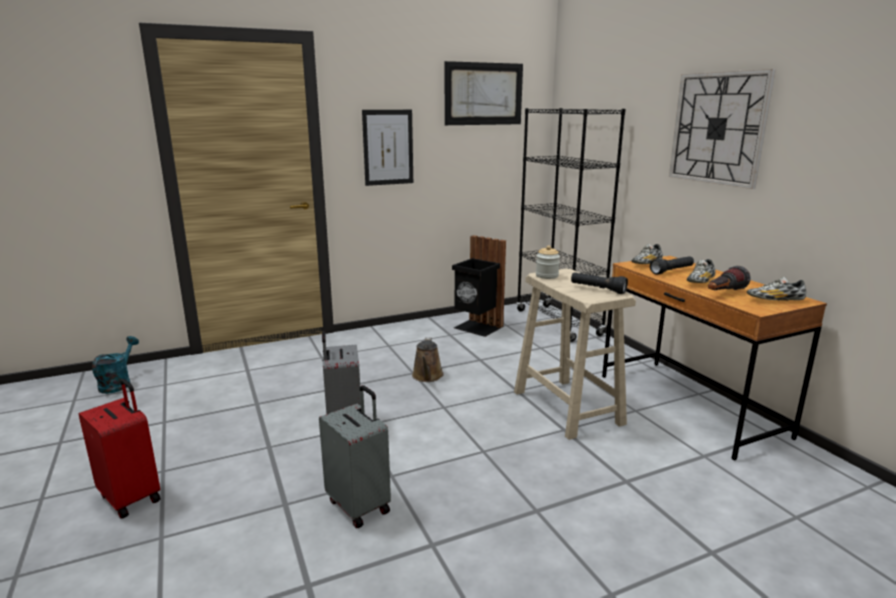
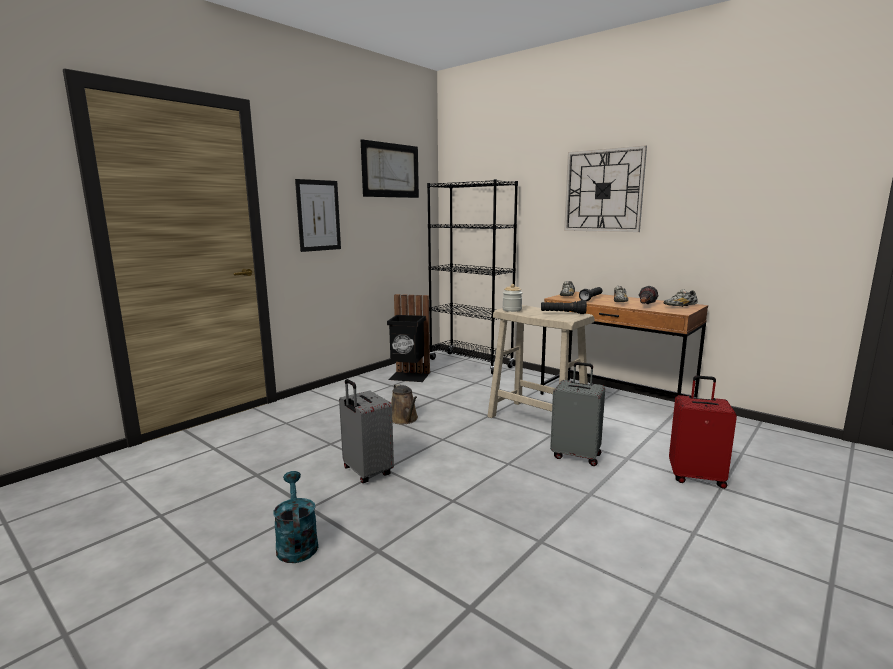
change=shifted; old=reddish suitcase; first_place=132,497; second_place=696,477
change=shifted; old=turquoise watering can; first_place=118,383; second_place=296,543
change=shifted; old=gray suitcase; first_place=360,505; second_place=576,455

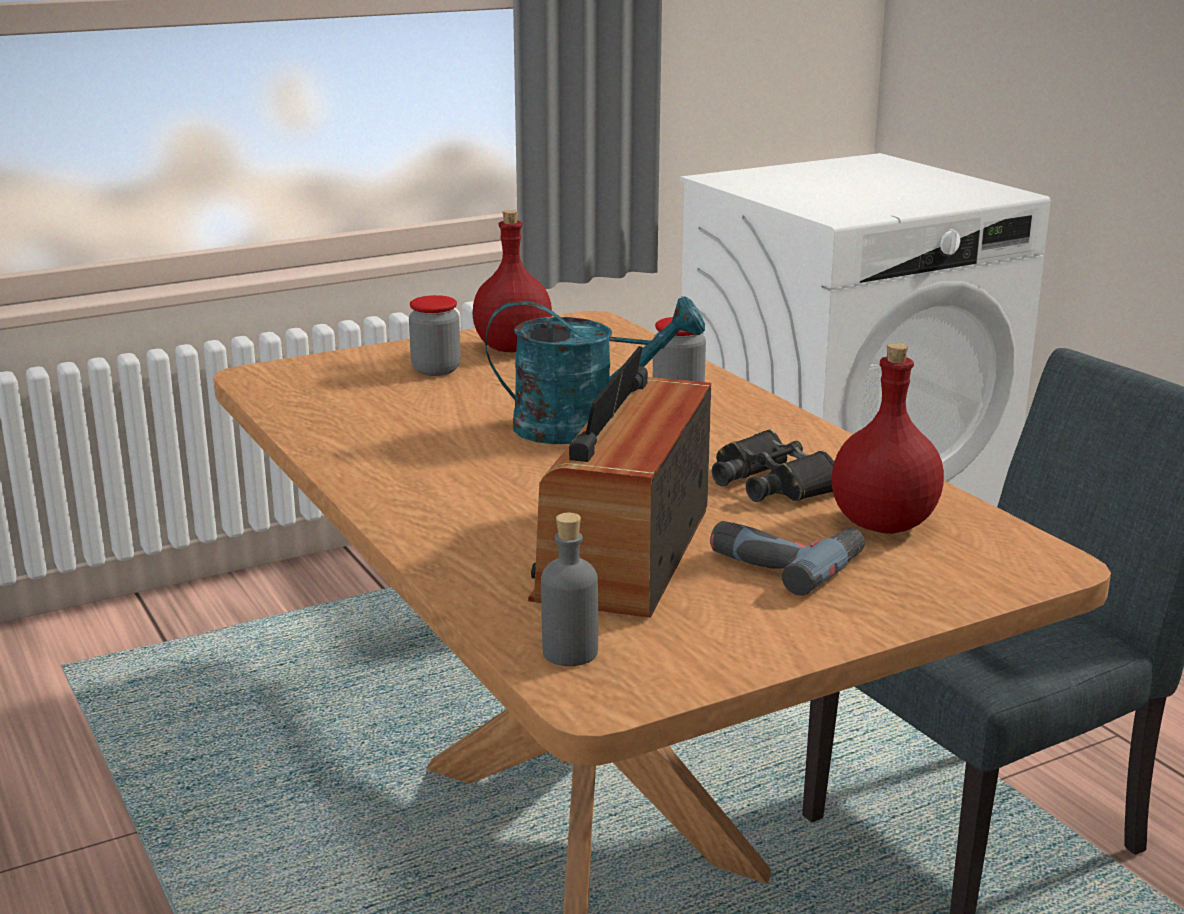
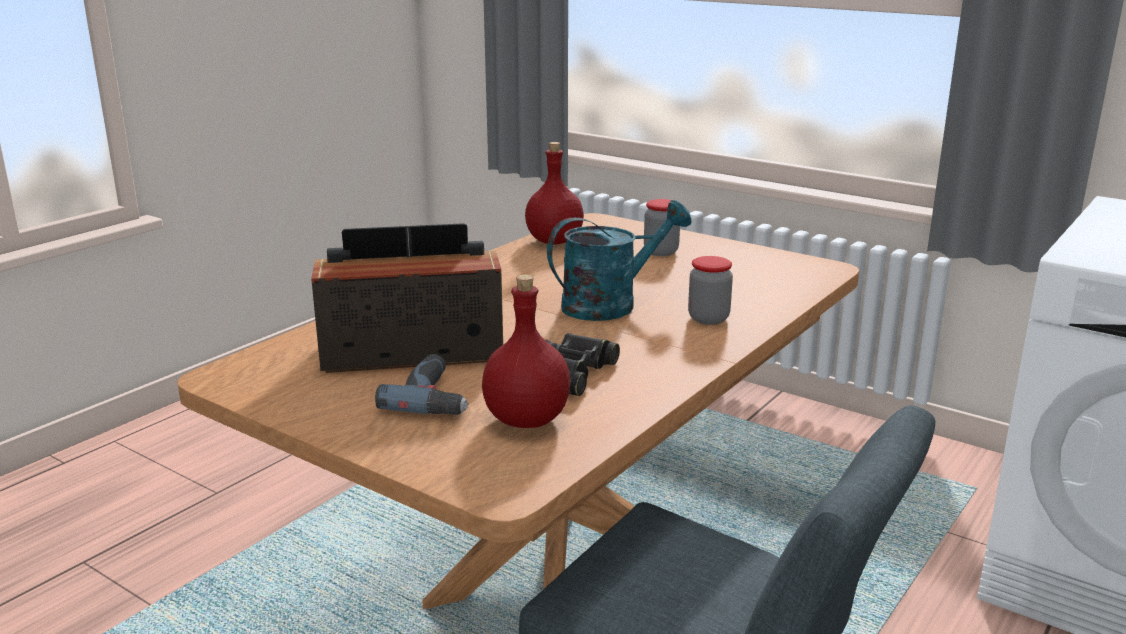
change=gone; old=gray bottle; first_place=570,652
change=shifted; old=reddish bottle; first_place=513,347; second_place=555,241
change=rotated; old=turquoise watering can; first_place=583,426; second_place=610,304; degrees=-90

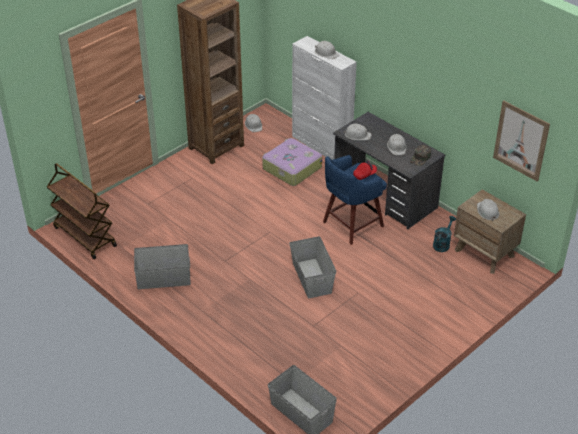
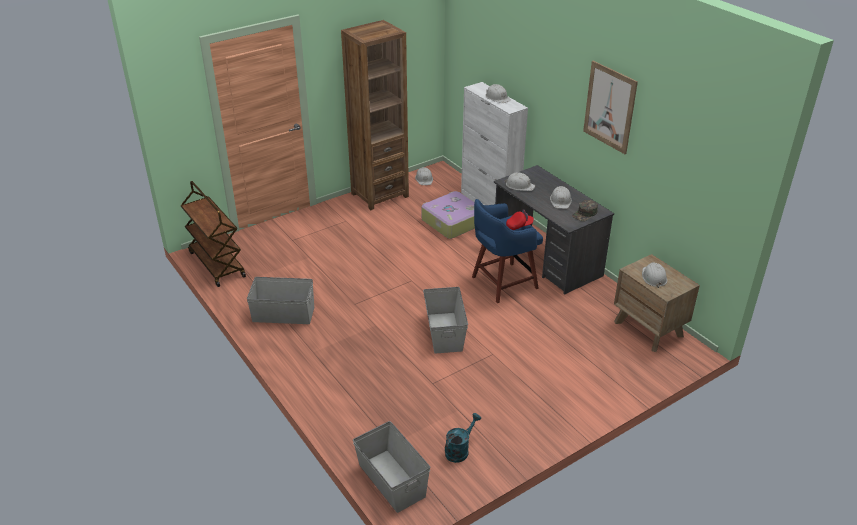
change=shifted; old=turquoise watering can; first_place=442,243; second_place=459,450
change=shifted; old=wall art; first_place=521,140; second_place=609,107

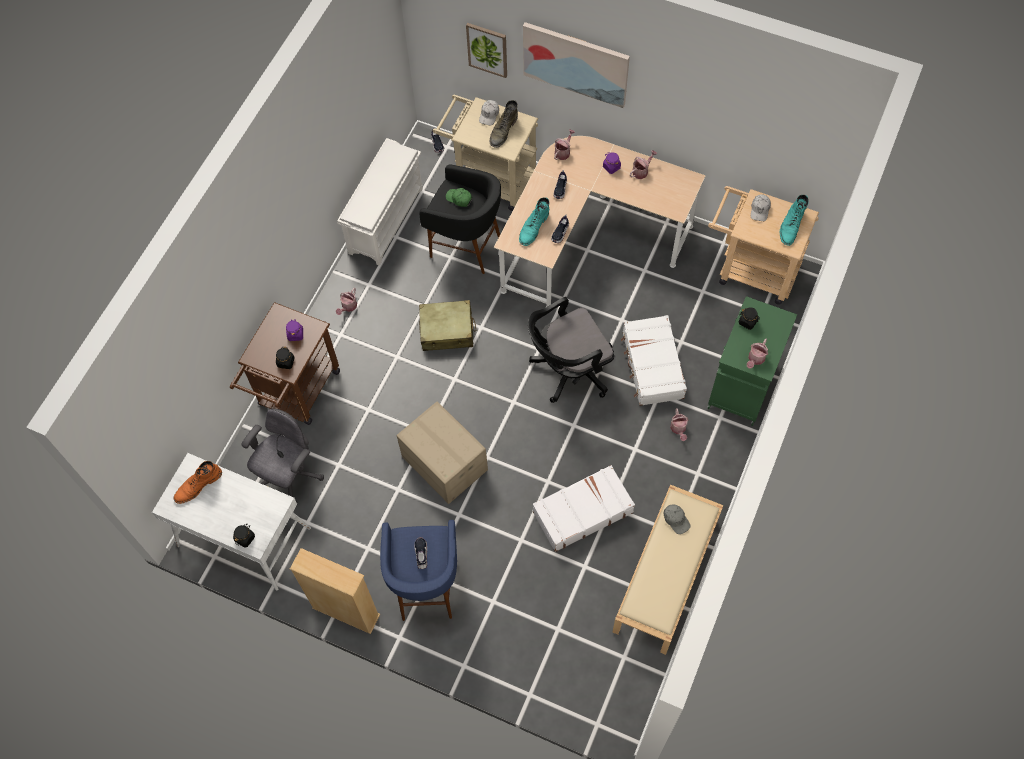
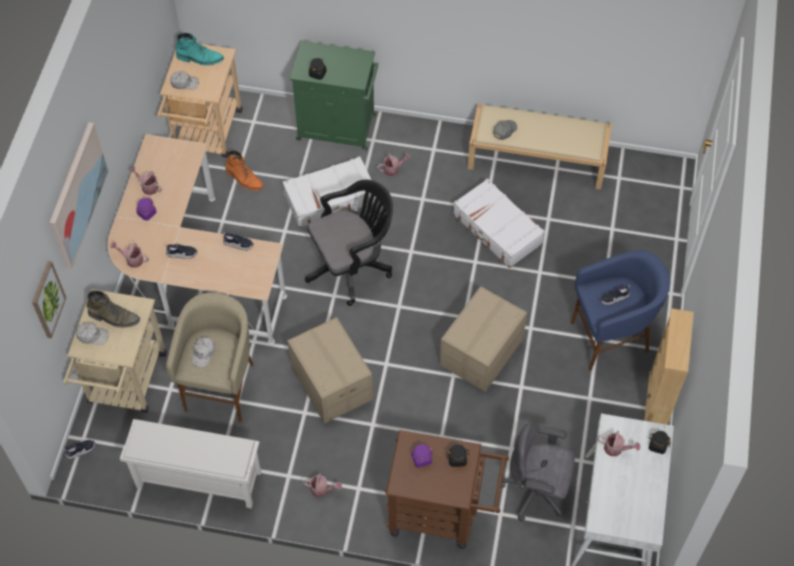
change=gone; old=turquoise tall boot; first_place=533,228
change=shifted; old=orangey tall boot; first_place=198,485; second_place=244,179
change=shifted; old=watering can; first_place=755,359; second_place=616,449
change=swapped; old=sand-coloured suitcase; new=carton; first_place=447,331; second_place=331,383
change=repainted; old=blackish sitting stool; new=sand-coloured sitting stool; first_place=467,247; second_place=221,387
change=repainted; old=green-coloured baseball cap; new=white baseball cap; first_place=459,199; second_place=203,354
change=rotated; old=blackish computer chair; first_place=568,370; second_place=352,266; degrees=-75

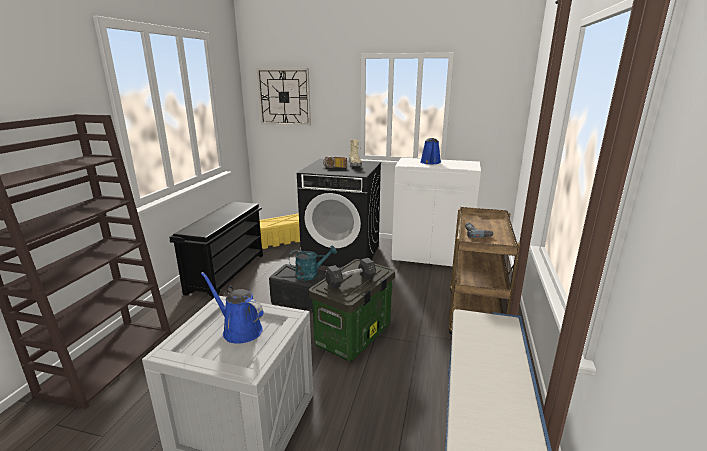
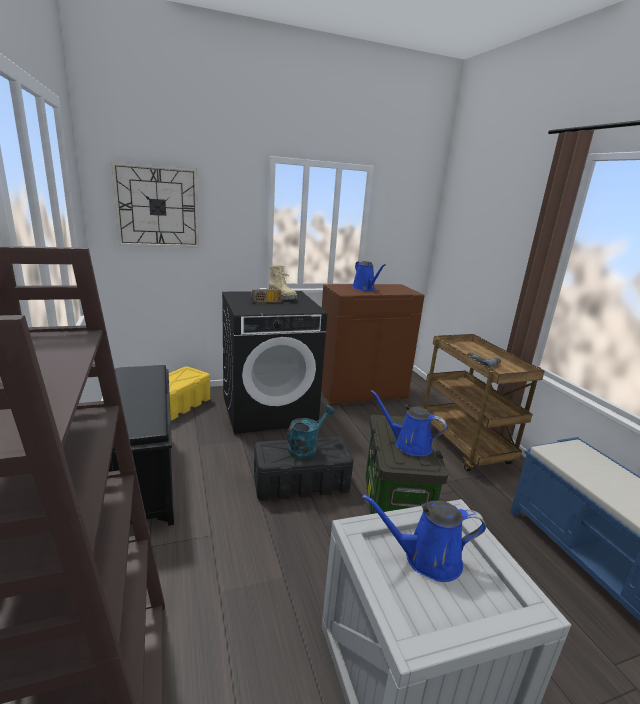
change=swapped; old=gray dumbbell; new=blue-coloured watering can; first_place=350,281; second_place=409,444
change=repainted; old=white storage cabinet; new=brown storage cabinet; first_place=431,256; second_place=361,391

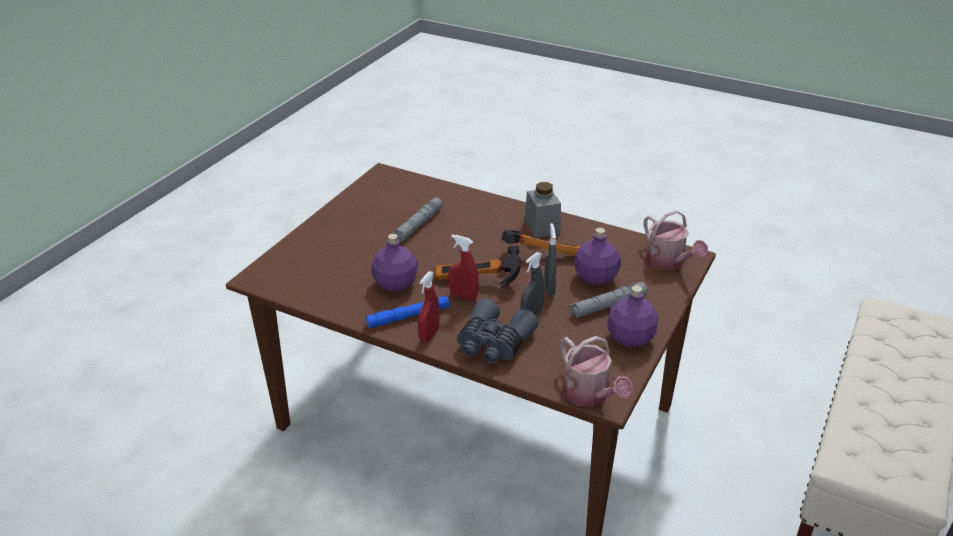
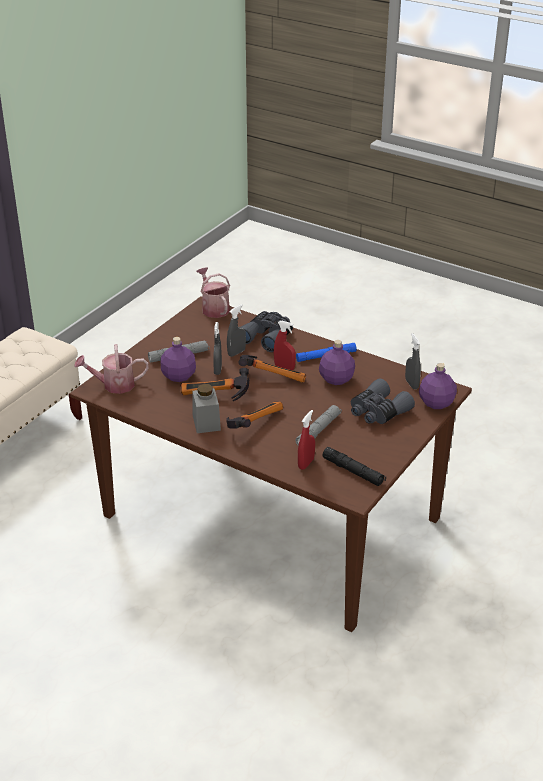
change=new; new=hand hammer; second_place=253,424
change=new; new=blackish hand torch; second_place=353,471
change=new; new=gray pair of binoculars; second_place=378,412
change=new; new=gray spray bottle; second_place=411,384
change=shifted; old=reddish spray bottle; first_place=429,335; second_place=306,463
change=shifted; old=purplish bottle; first_place=630,337; second_place=436,403
change=rotated; old=watering can; first_place=669,262; second_place=114,385; degrees=-75

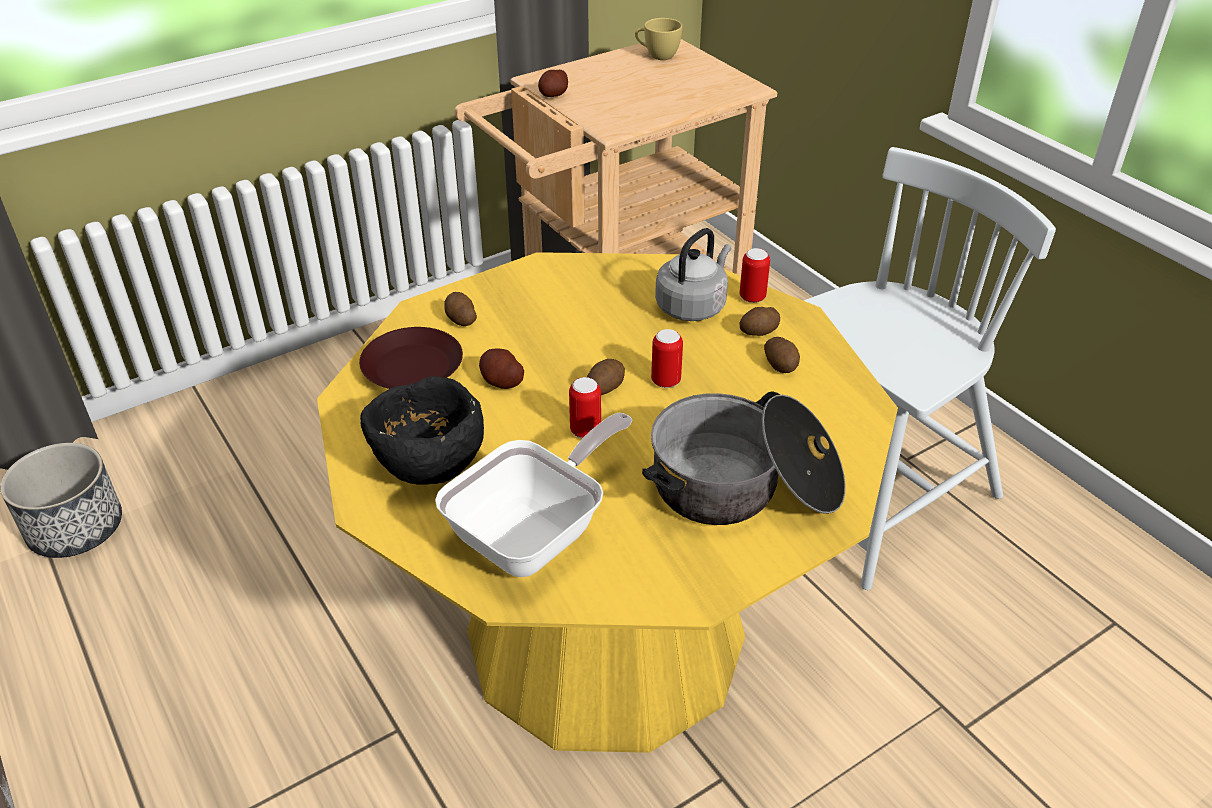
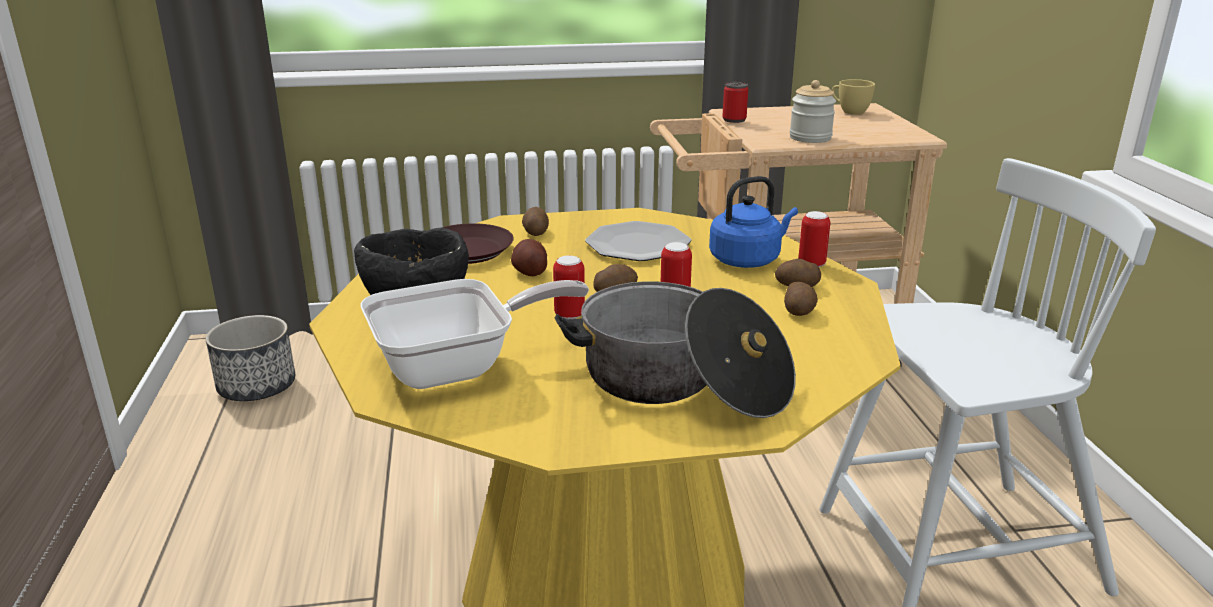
change=new; new=plate; second_place=638,245
change=new; new=storage jar; second_place=810,138
change=swapped; old=spud; new=sealed can; first_place=553,95; second_place=734,120
change=repainted; old=gray tea kettle; new=blue-coloured tea kettle; first_place=693,306; second_place=748,260

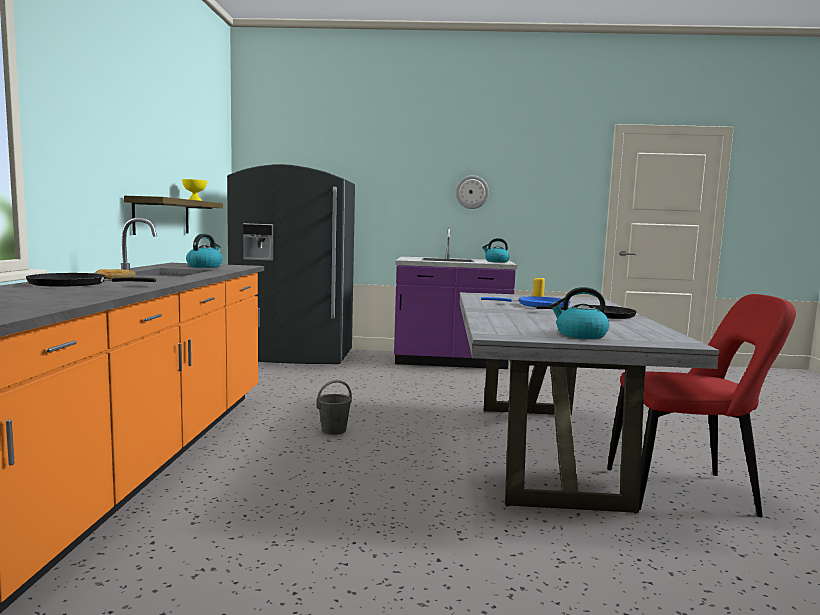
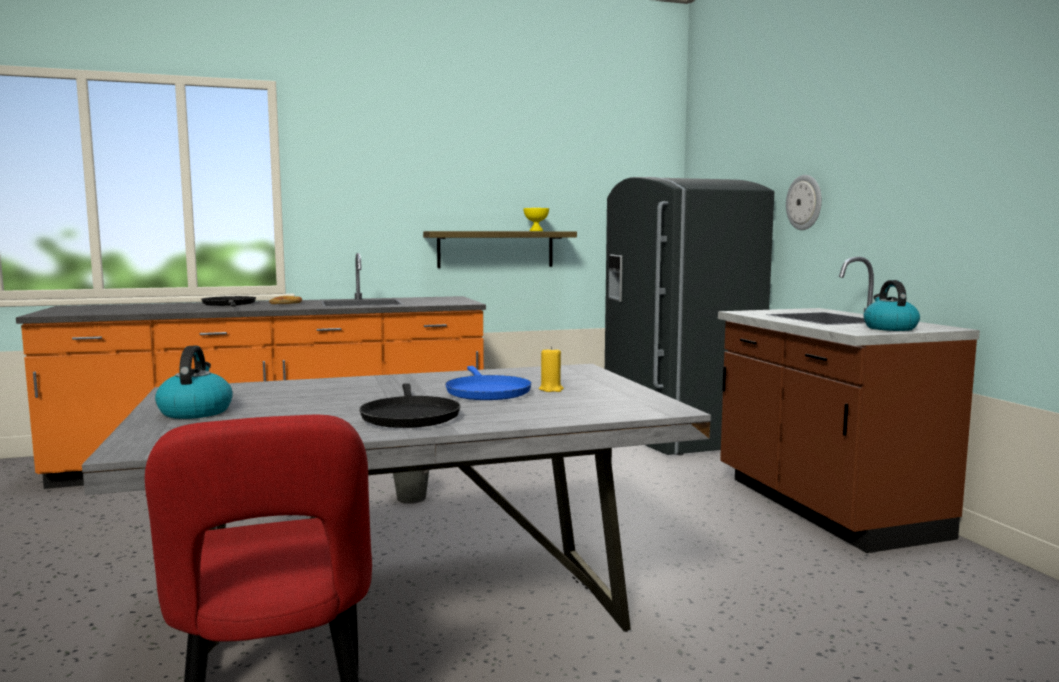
change=gone; old=tea kettle; first_place=205,266
change=shifted; old=clock on the wall; first_place=472,192; second_place=805,202
change=repainted; old=purplish counter; new=brown counter; first_place=450,362; second_place=823,507

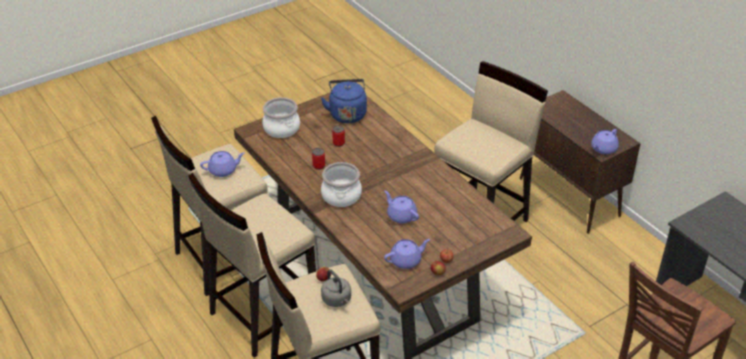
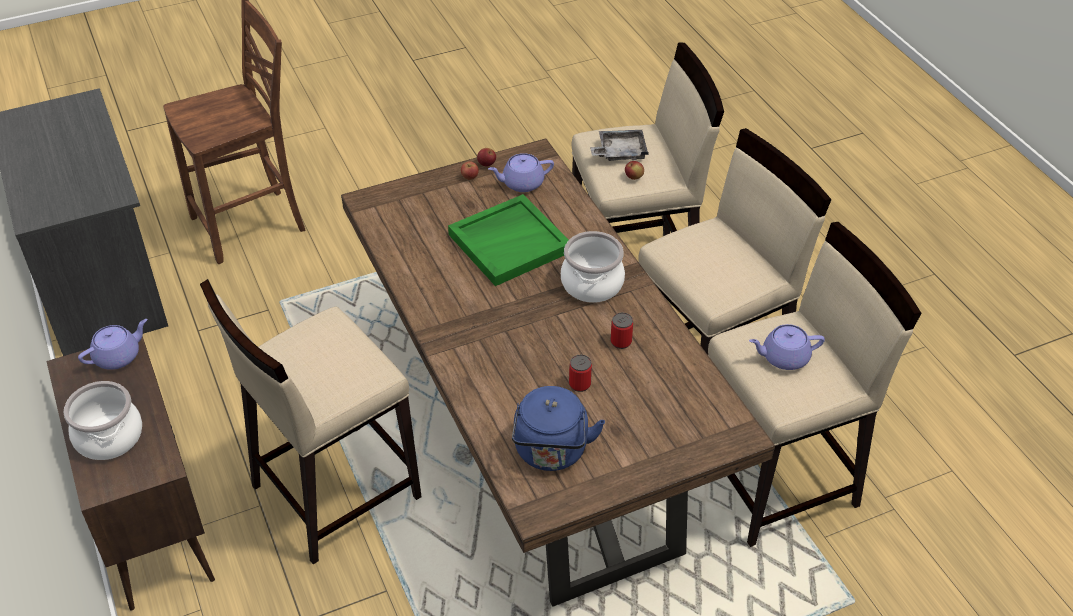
change=shifted; old=stockpot; first_place=282,128; second_place=108,437
change=swapped; old=gray tea kettle; new=gray carrying tray; first_place=337,300; second_place=620,152
change=swapped; old=purplish teapot; new=green-coloured carrying tray; first_place=401,216; second_place=510,242

